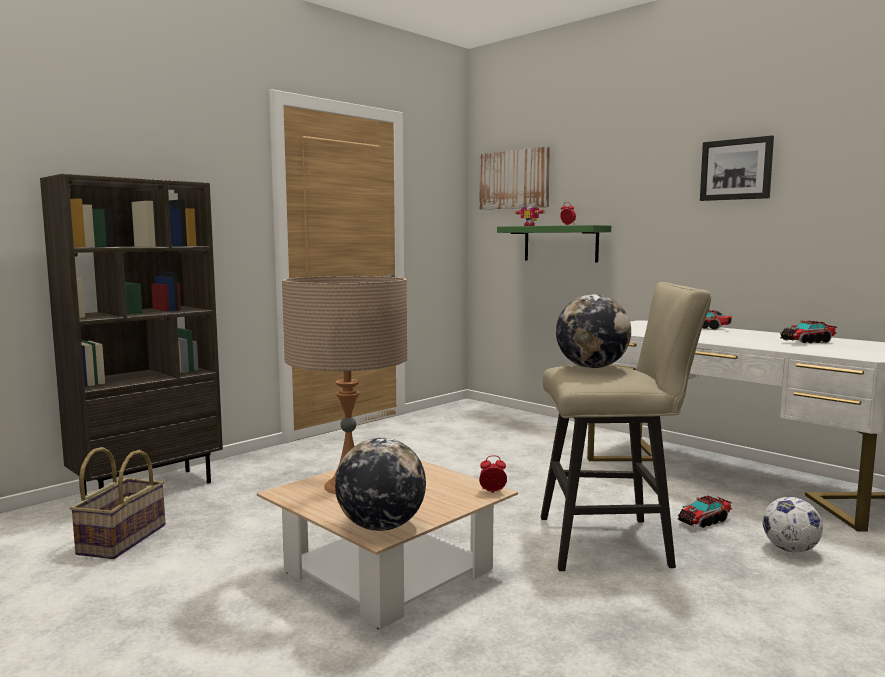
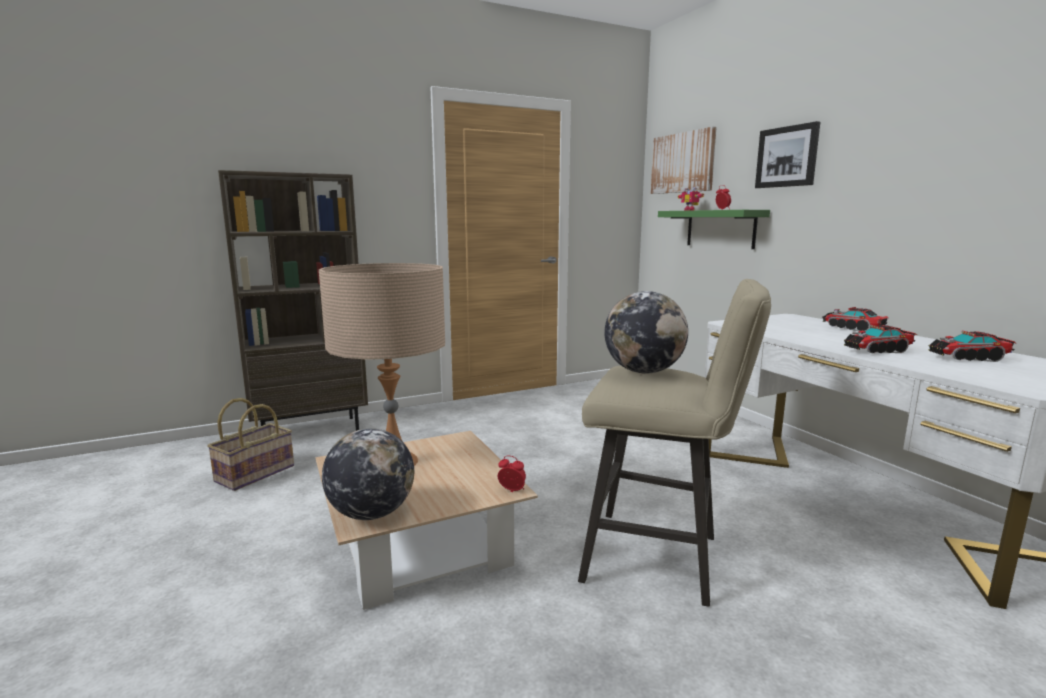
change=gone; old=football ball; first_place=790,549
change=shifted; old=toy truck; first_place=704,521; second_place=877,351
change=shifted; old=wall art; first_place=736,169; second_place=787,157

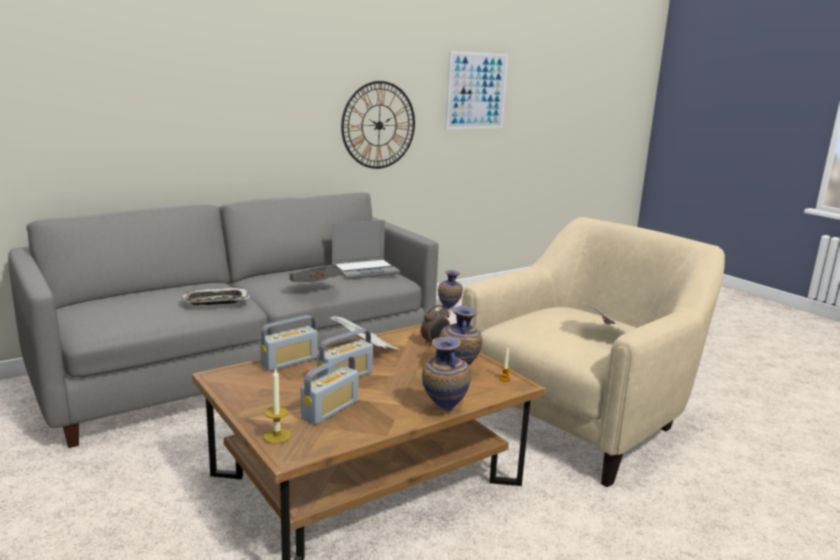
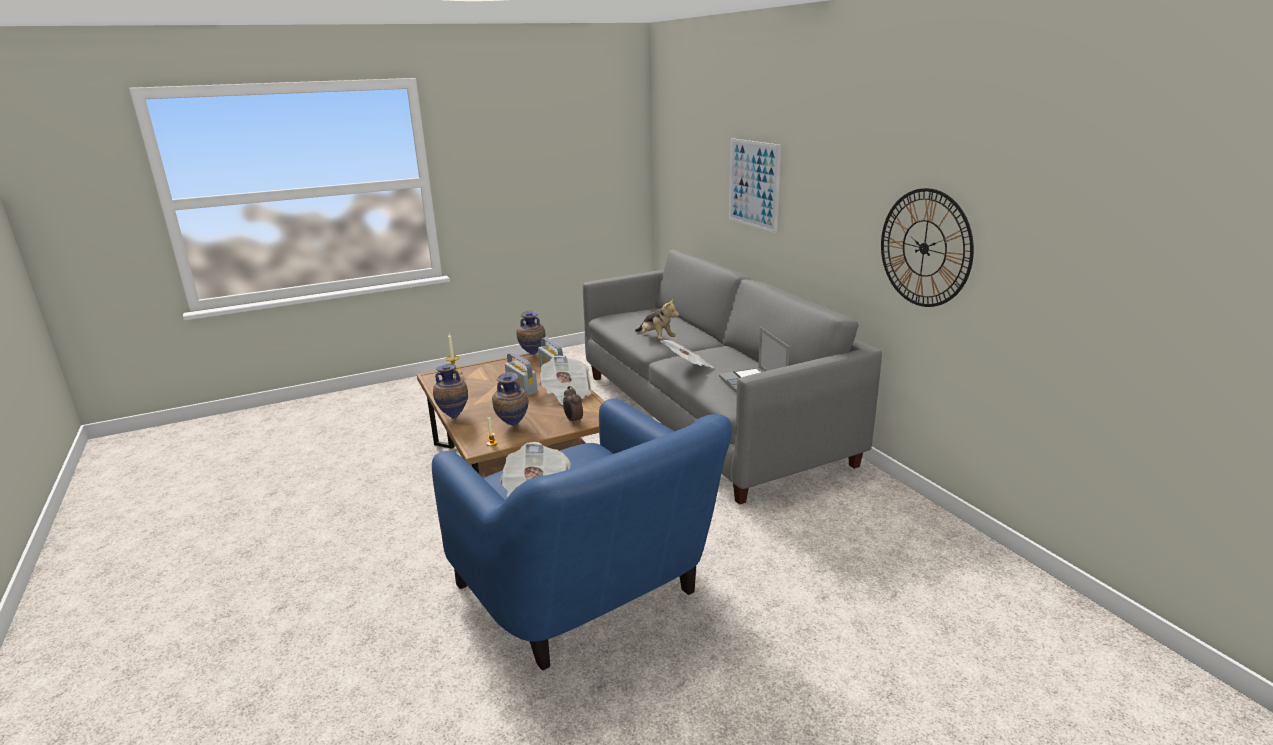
change=gone; old=radio receiver; first_place=330,410
change=shifted; old=vase; first_place=449,309; second_place=532,355
change=shifted; old=wall art; first_place=476,91; second_place=753,184
change=swapped; old=carrying tray; new=soft toy; first_place=215,301; second_place=656,338
change=repainted; old=sand-coloured lounge chair; new=blue-coloured lounge chair; first_place=579,415; second_place=590,596

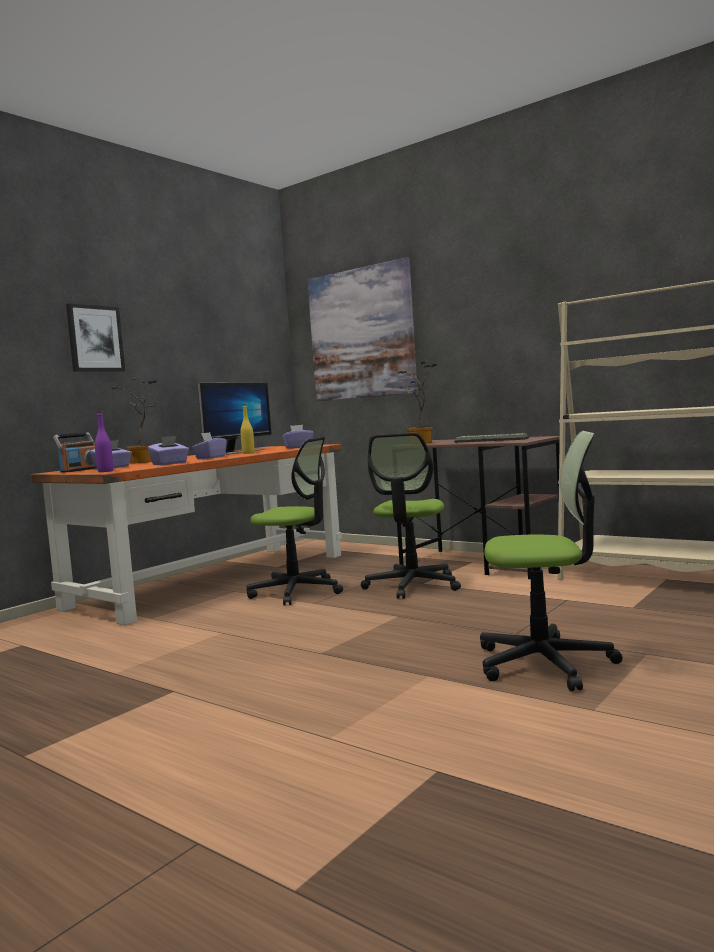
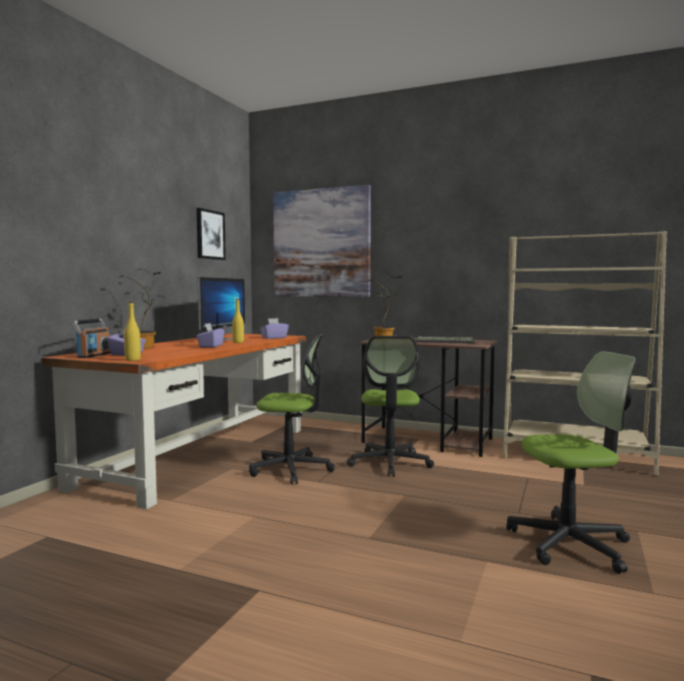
change=gone; old=purplish box of tissues; first_place=170,464
change=shifted; old=wall art; first_place=95,338; second_place=210,235
change=repainted; old=purplish bottle; new=yellow bottle; first_place=105,471; second_place=133,360

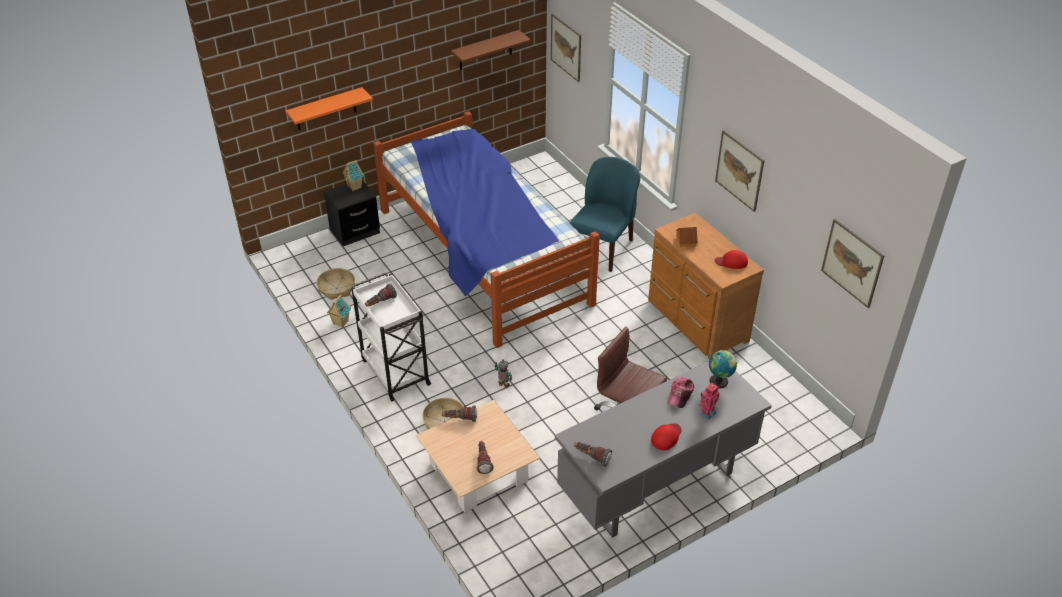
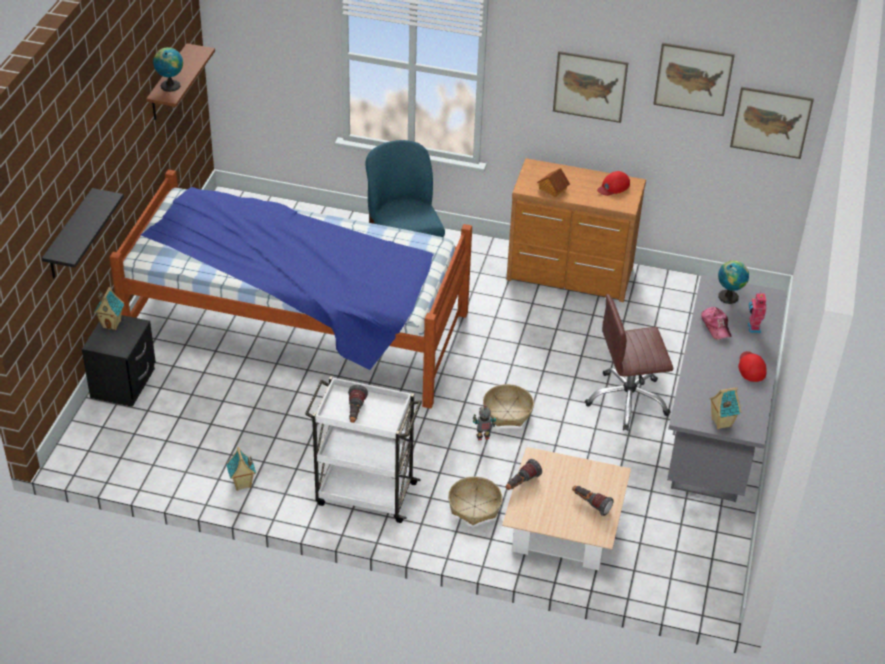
change=new; new=globe; second_place=170,85
change=shifted; old=storage basket; first_place=336,288; second_place=507,412
change=shifted; old=wall art; first_place=566,47; second_place=693,79
change=swapped; old=hand torch; new=miniature house; first_place=591,457; second_place=720,422
change=repainted; old=orangey wall shelf; new=blackish wall shelf; first_place=325,109; second_place=69,236

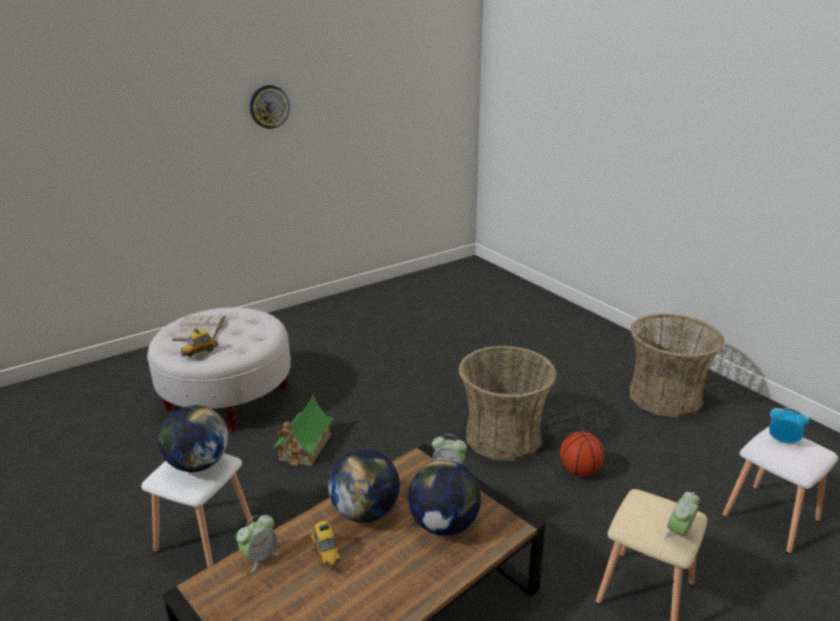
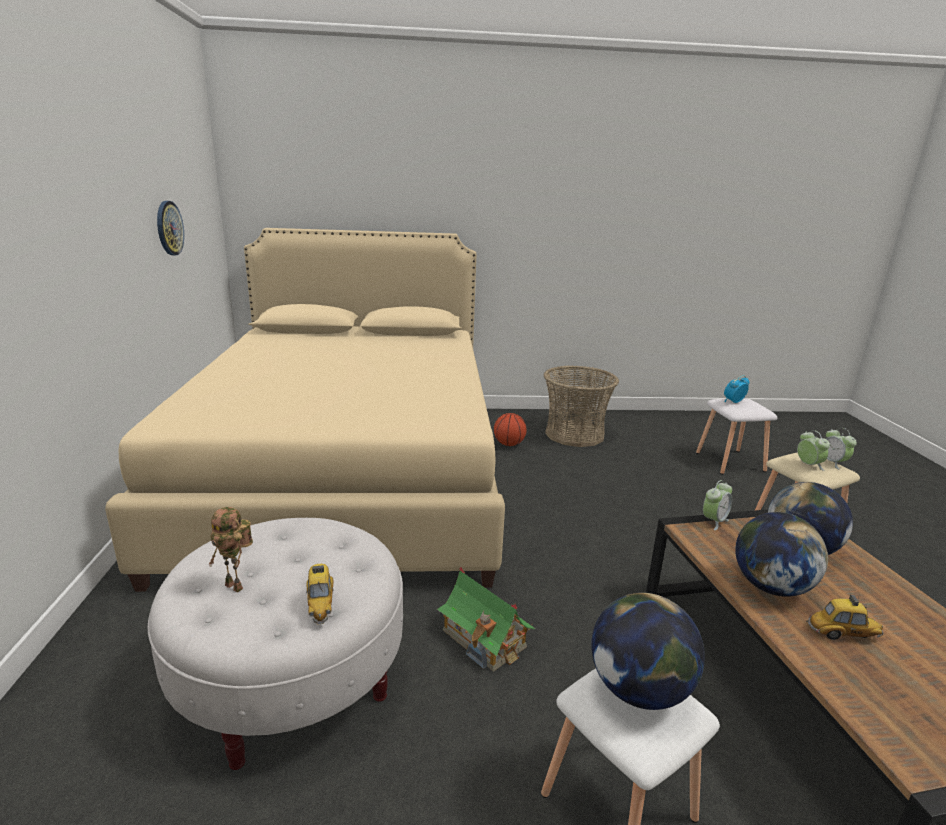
change=gone; old=storage basket; first_place=503,437
change=new; new=sand-coloured sleeping bed; second_place=349,474
change=shifted; old=table clock; first_place=260,557; second_place=808,465
change=shifted; old=clock on the wall; first_place=269,106; second_place=169,228
change=shifted; old=basketball ball; first_place=579,471; second_place=508,444
change=swapped; old=white bound book; new=model robot; first_place=200,328; second_place=237,586

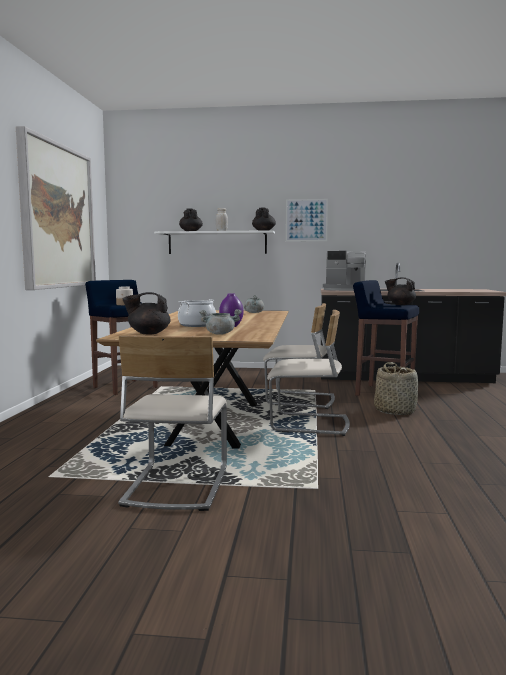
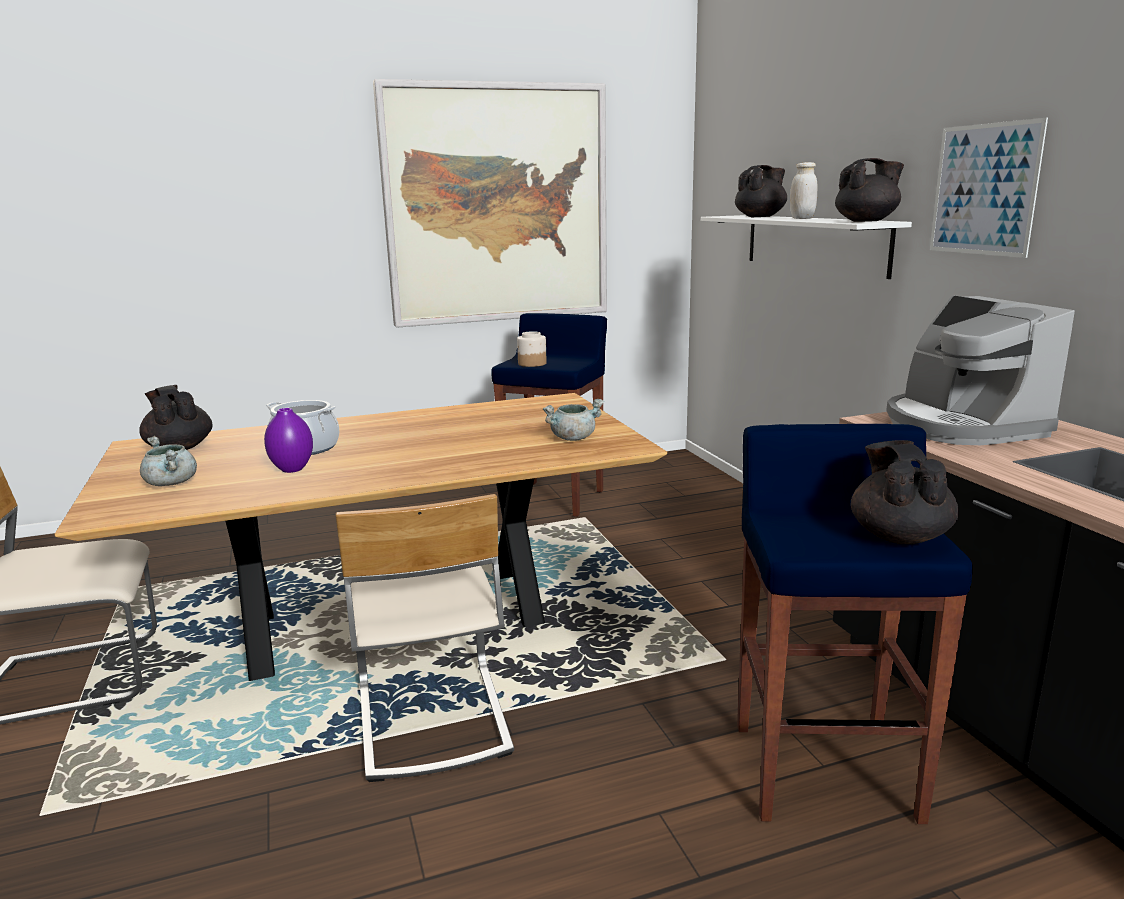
change=gone; old=sand-coloured upright chair; first_place=300,400
change=gone; old=storage basket; first_place=395,411

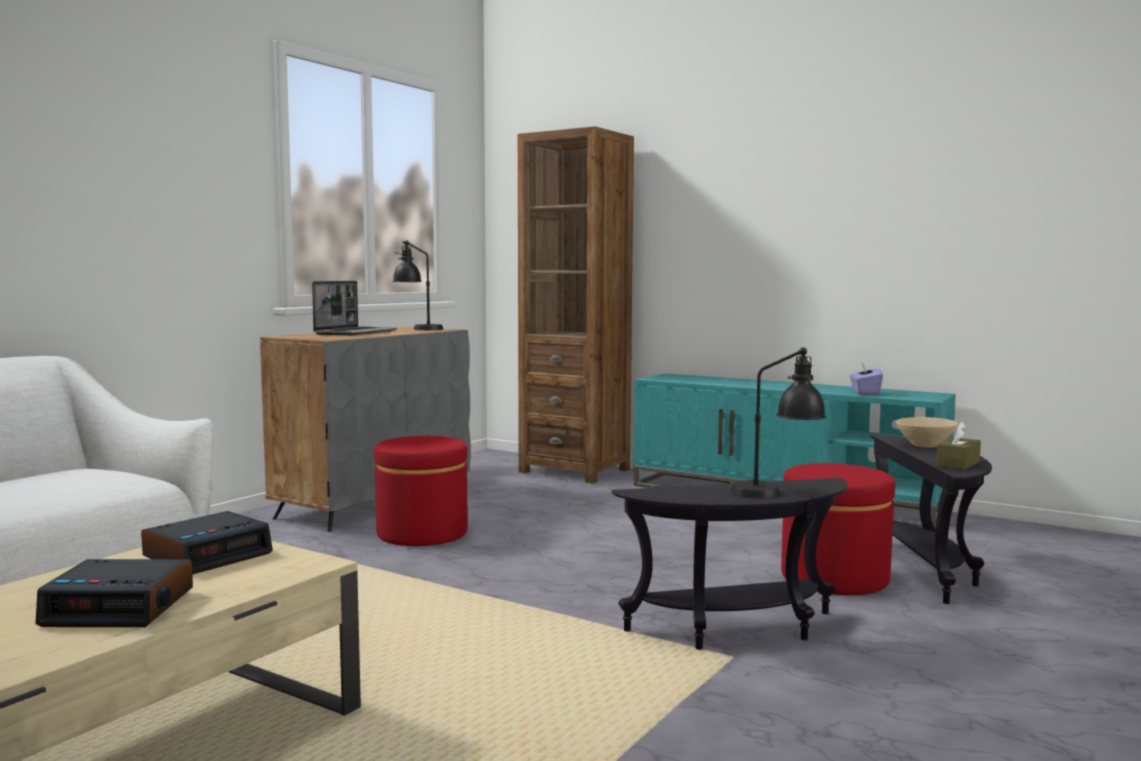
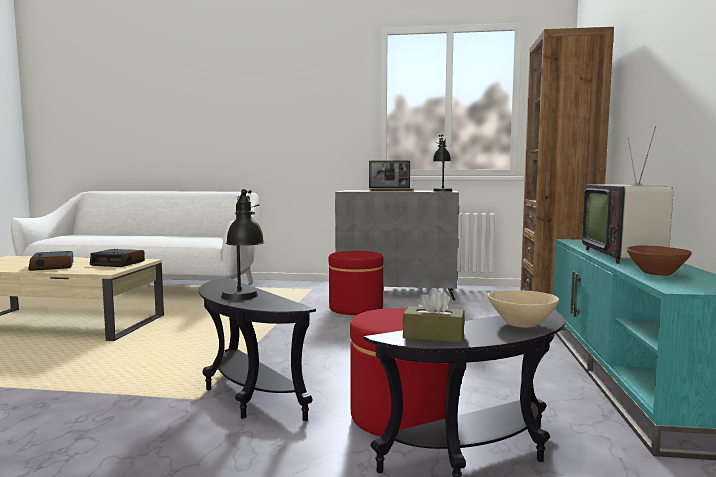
change=new; new=TV; second_place=625,256
change=swapped; old=purplish box of tissues; new=brown serving bowl; first_place=865,393; second_place=657,274

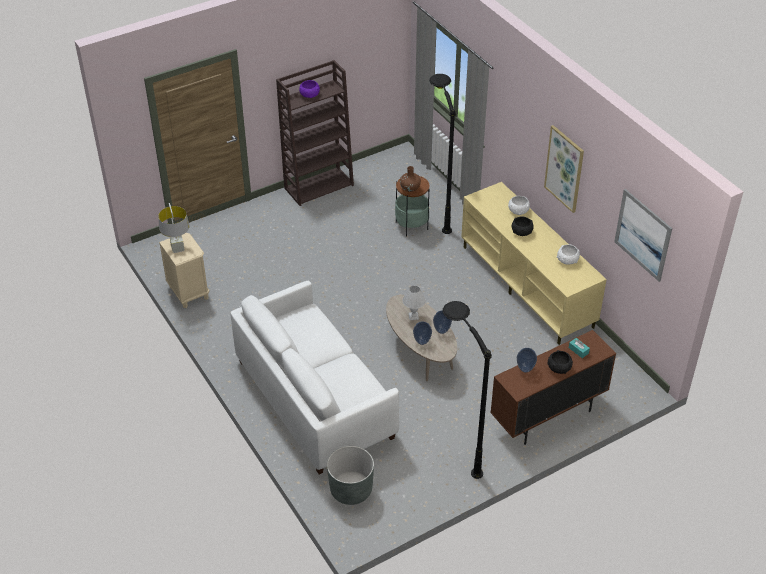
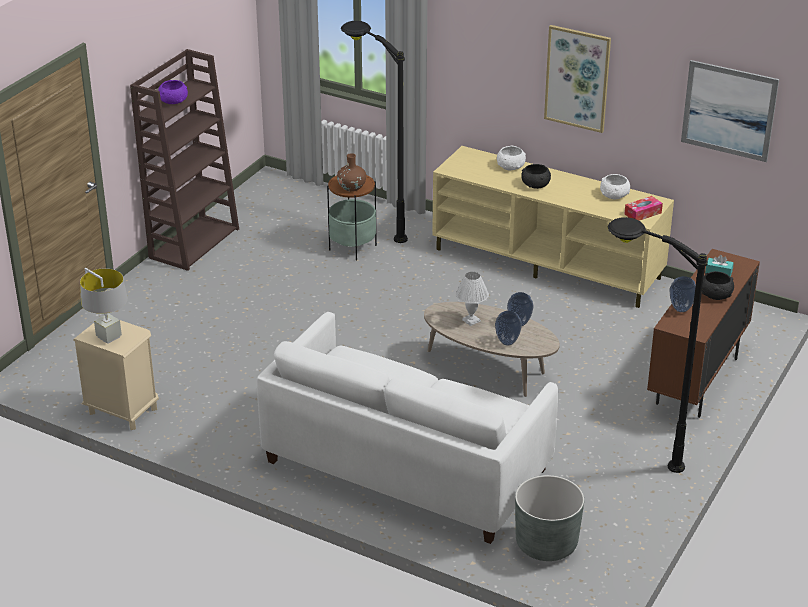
change=new; new=box of tissues; second_place=643,213

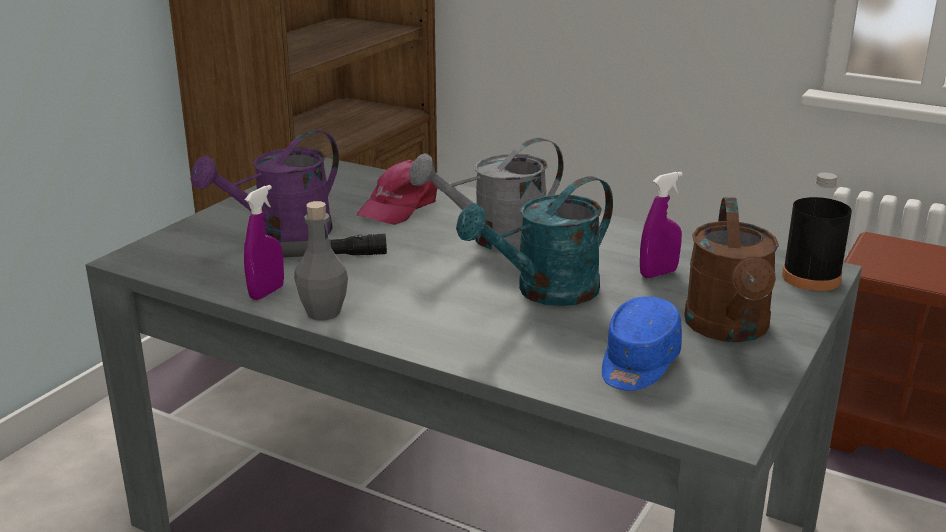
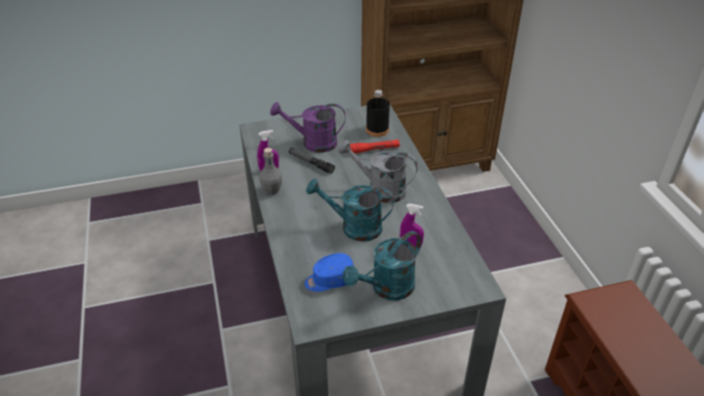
change=shifted; old=blackish bottle; first_place=811,278; second_place=377,130
change=swapped; old=pinkish baseball cap; new=reddish hand torch; first_place=399,207; second_place=373,150
change=repainted; old=brown watering can; new=turquoise watering can; first_place=729,330; second_place=387,289

